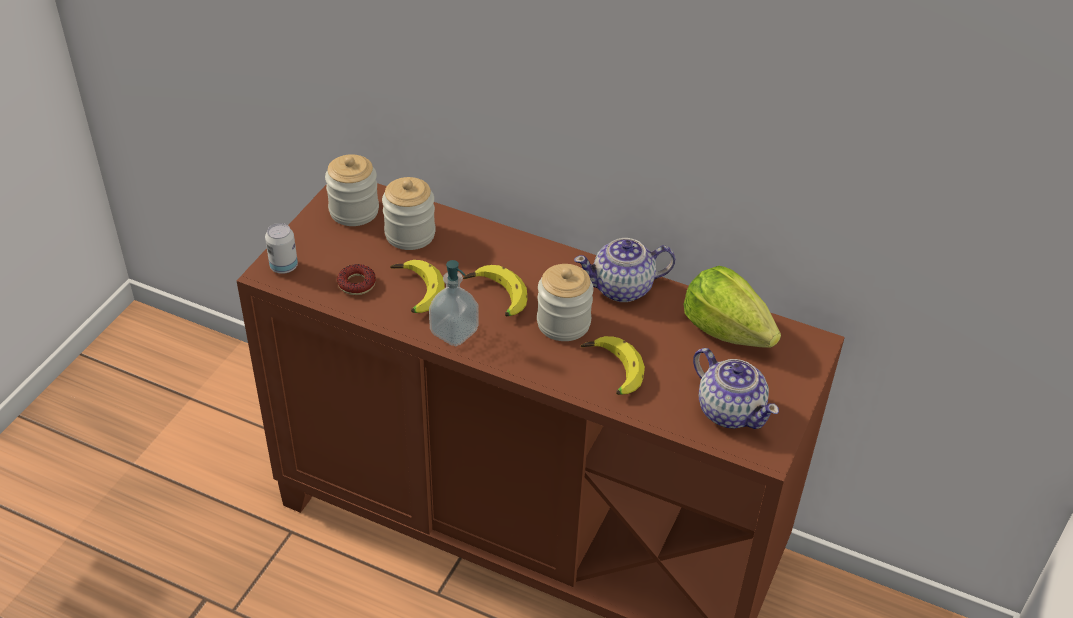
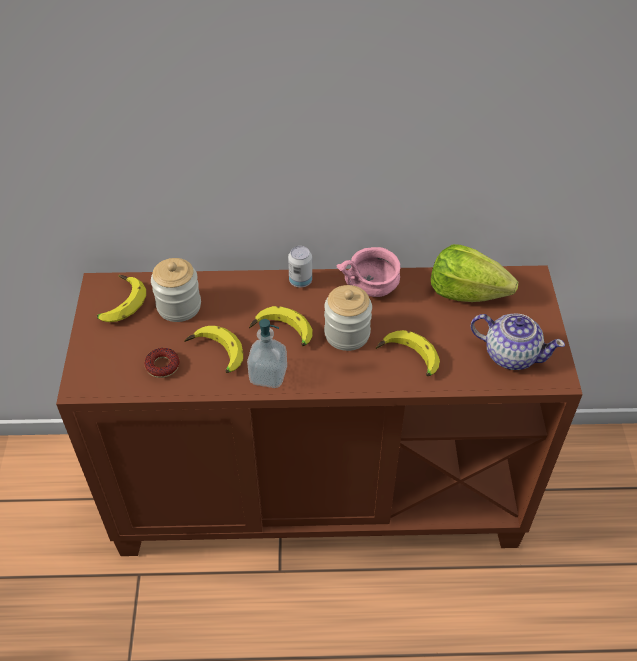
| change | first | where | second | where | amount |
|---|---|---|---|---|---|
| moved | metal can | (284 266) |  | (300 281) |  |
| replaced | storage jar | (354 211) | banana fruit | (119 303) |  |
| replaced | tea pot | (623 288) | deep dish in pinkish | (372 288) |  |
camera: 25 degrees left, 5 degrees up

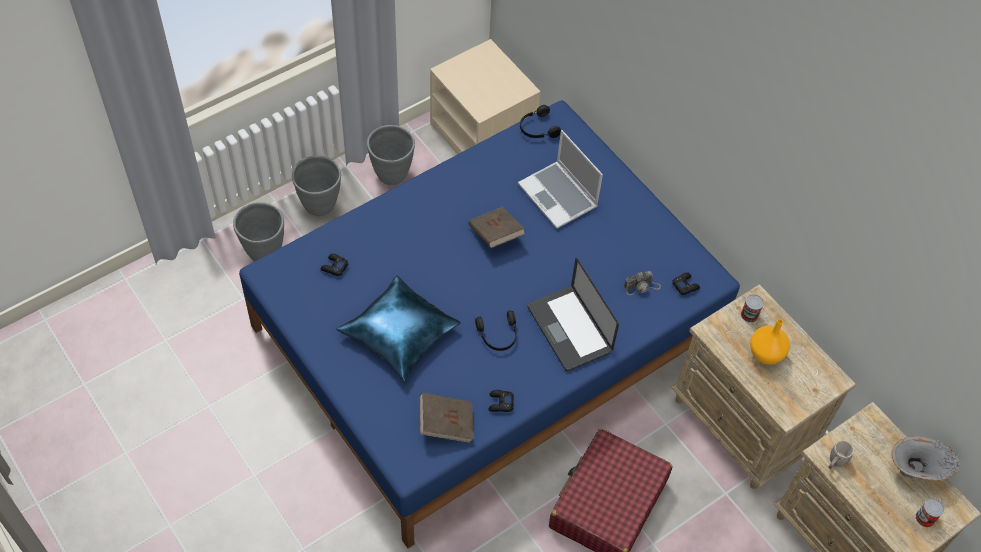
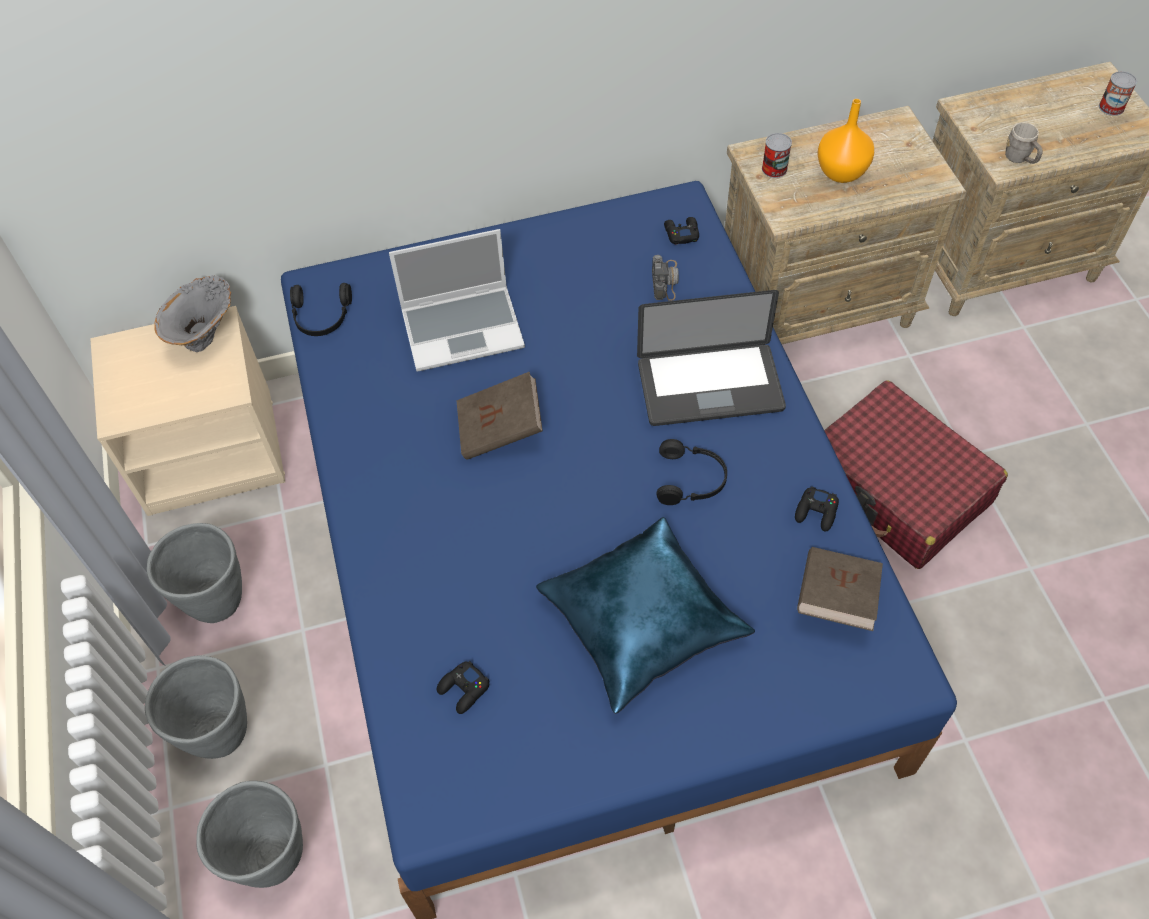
| change | first | where | second | where | amount |
|---|---|---|---|---|---|
| moved | flower vase in gray | (916 472) |  | (206 336) |  |
camera: 65 degrees left, 0 degrees up

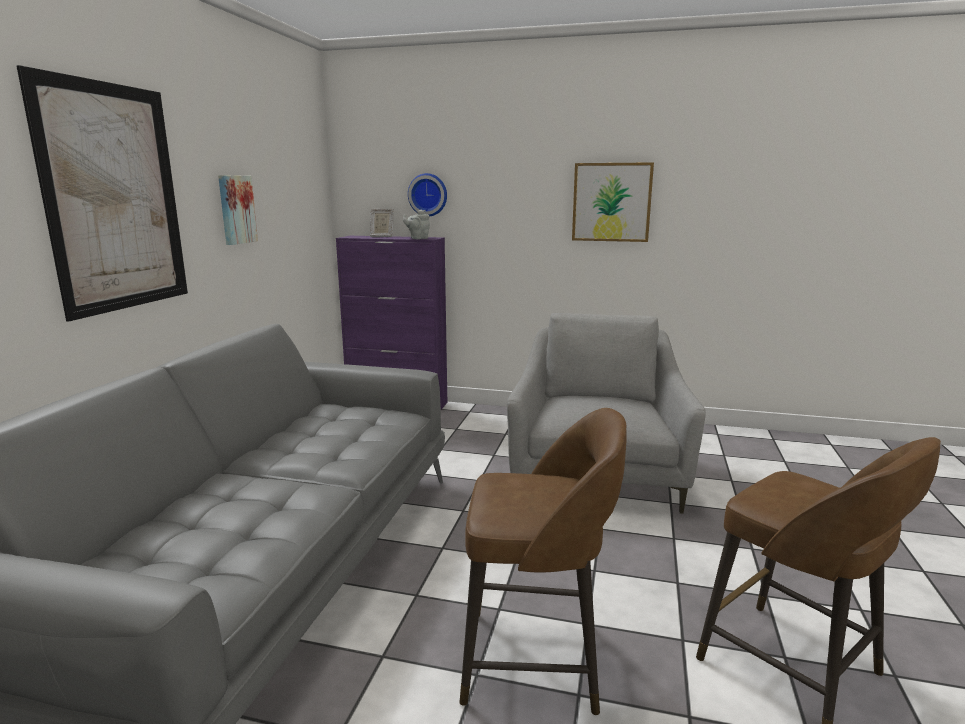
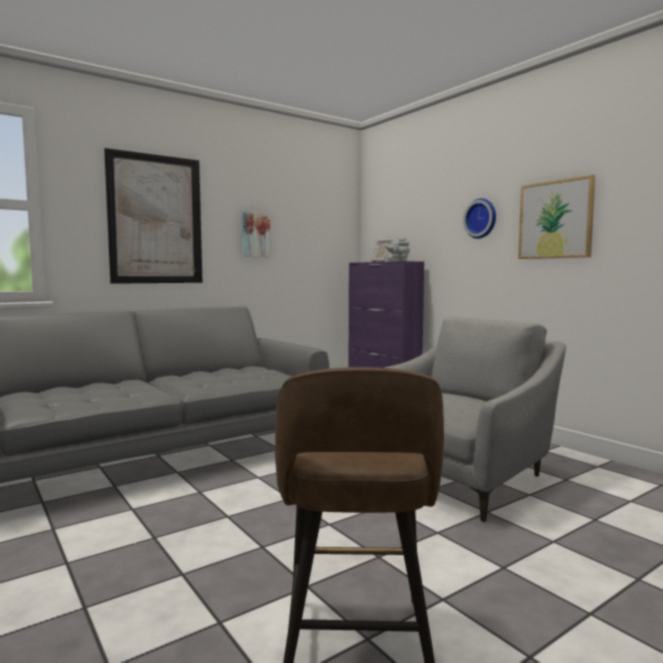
| change | first | where | second | where | amount |
|---|---|---|---|---|---|
| removed | sitting stool in brown-coloured | (536 660) |  |  |  |
| moved | clock on the wall | (428 195) |  | (481 218) |  |
camera: 40 degrees right, 10 degrees down

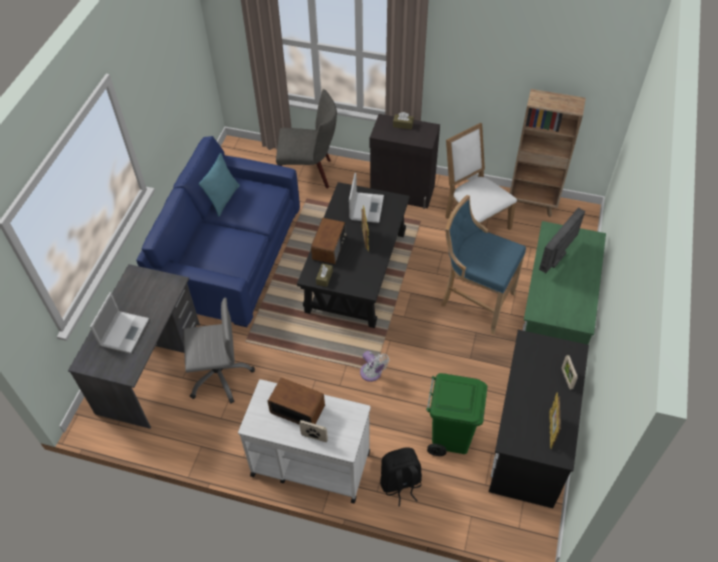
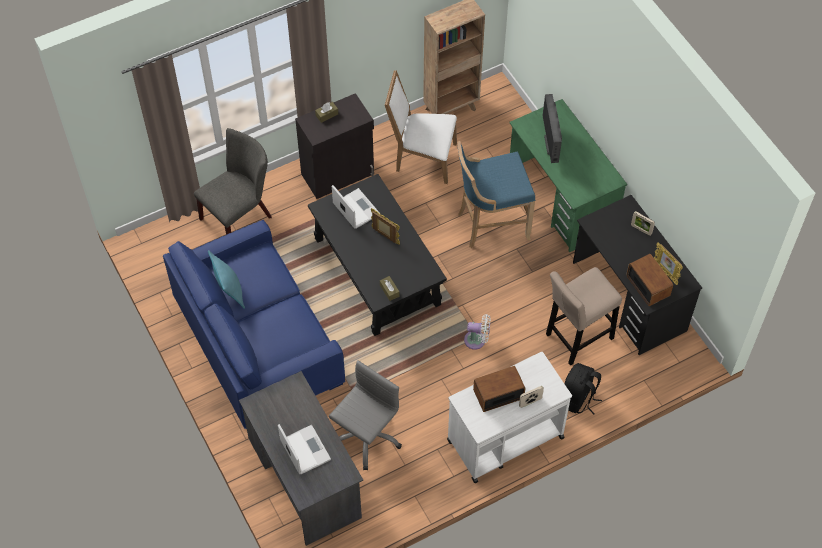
| change | first | where | second | where | amount |
|---|---|---|---|---|---|
| moved | radio | (329 248) |  | (648 285) |  |
| replaced | trash can in green | (450 435) | sitting stool in beige-coloured | (576 338) |  |
camera: 45 degrees left, 5 degrees up

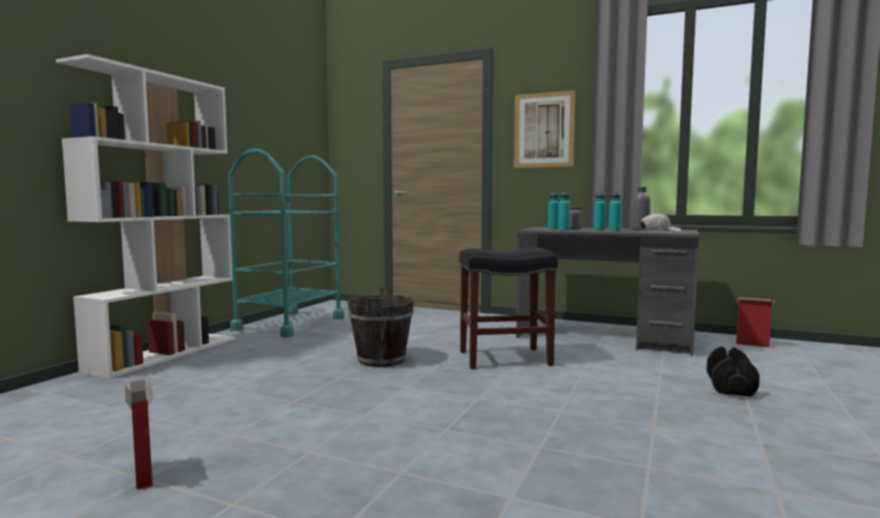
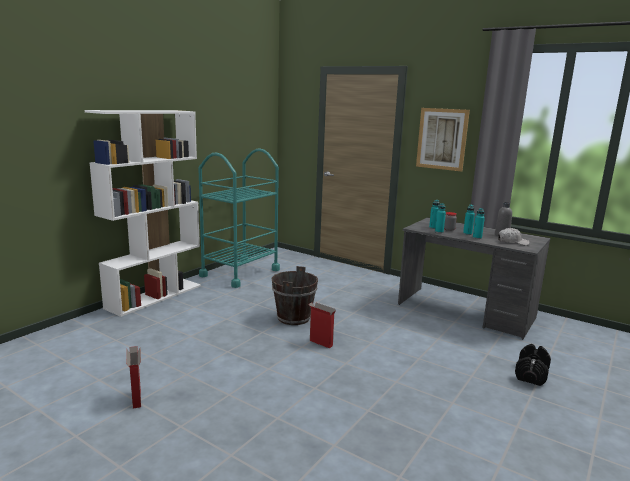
| change | first | where | second | where | amount |
|---|---|---|---|---|---|
| removed | sitting stool in black | (503 358) |  |  |  |
| moved | carton | (751 344) |  | (320 343) |  |
camera: 10 degrees right, 10 degrees up

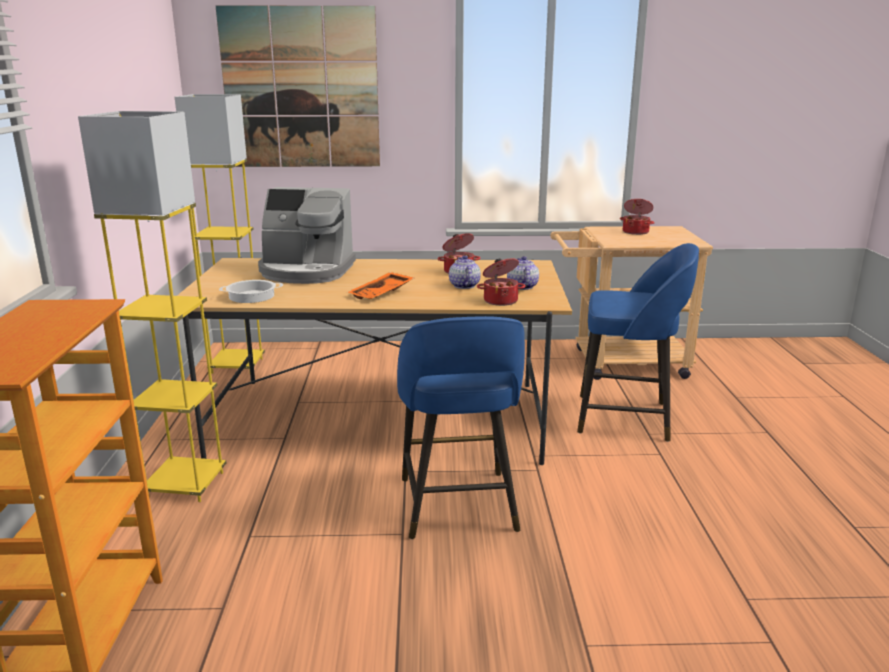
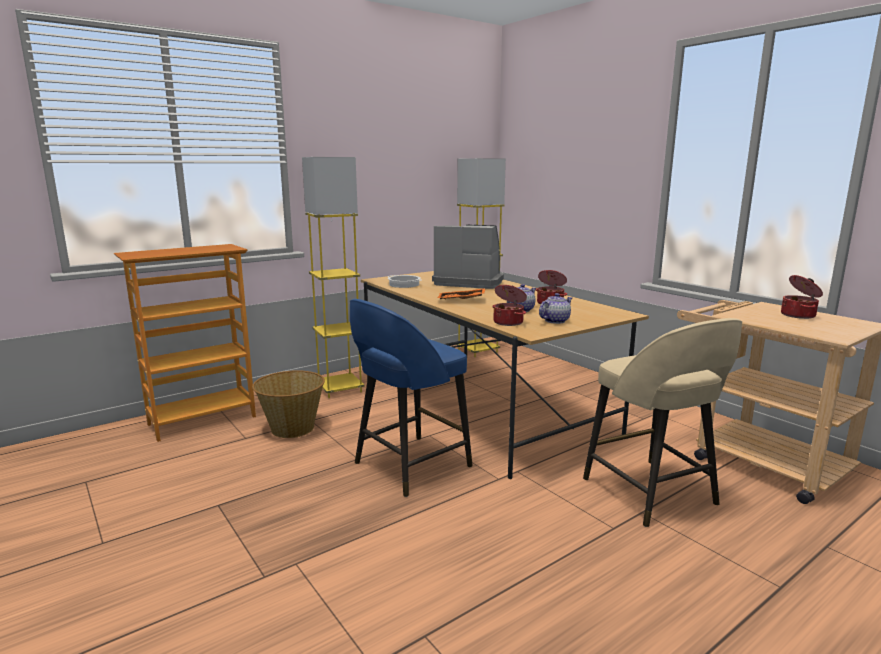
| change | first | where | second | where | amount |
|---|---|---|---|---|---|
| removed | wall art | (301 88) |  |  |  |
| added |  |  | household basket | (292 428) |  |
| recoloured | sitting stool in bluish | (626 418) | sitting stool in beige-coloured | (651 493) |  |
| turned | coffee maker | (306 271) |  | (469 282) | 135 degrees clockwise |
camera: 55 degrees right, 5 degrees down

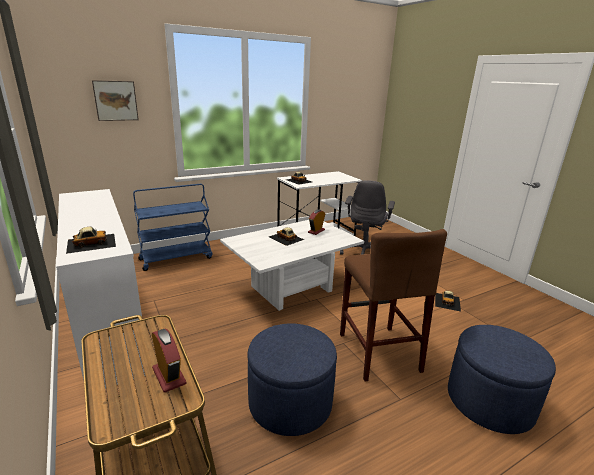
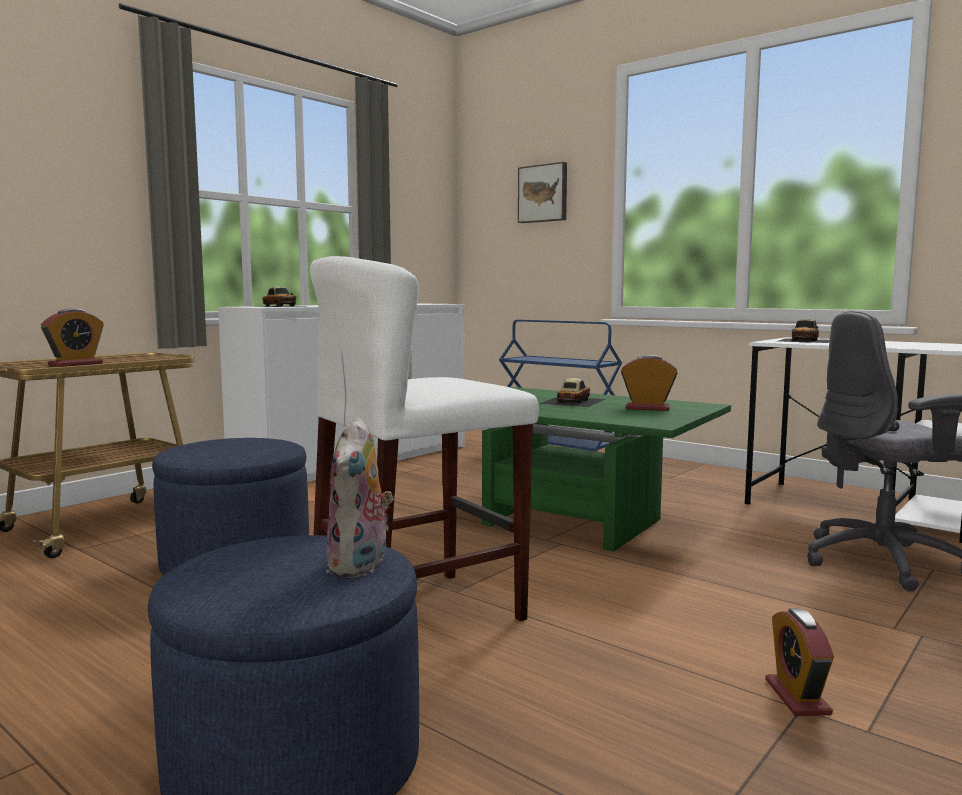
| change | first | where | second | where | amount |
|---|---|---|---|---|---|
| added |  |  | plush toy | (360 566) |  |
| replaced | model car | (447 301) | bedside clock | (797 697) |  |
| recoloured | coffee table in white-coloured | (291 288) | coffee table in green | (572 522) |  |
| recoloured | sitting stool in brown-coloured | (378 352) | sitting stool in white-coloured | (418 614) |  |
camera: 70 degrees right, 15 degrees down

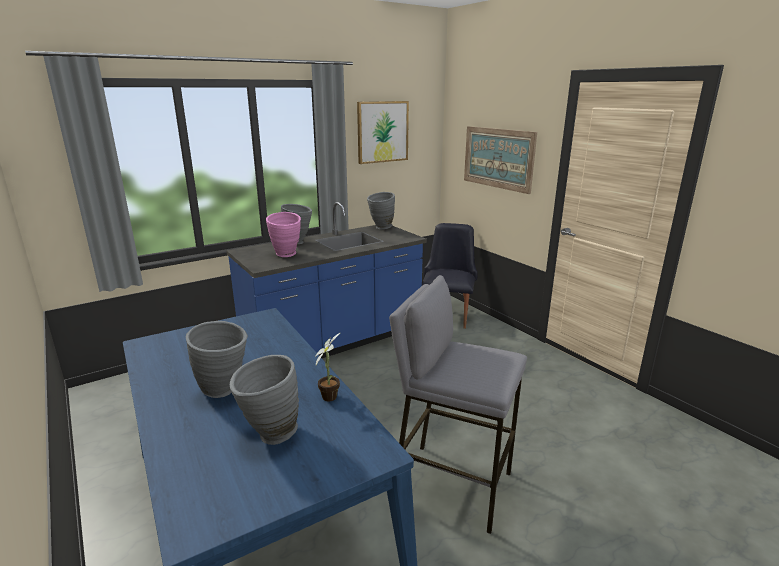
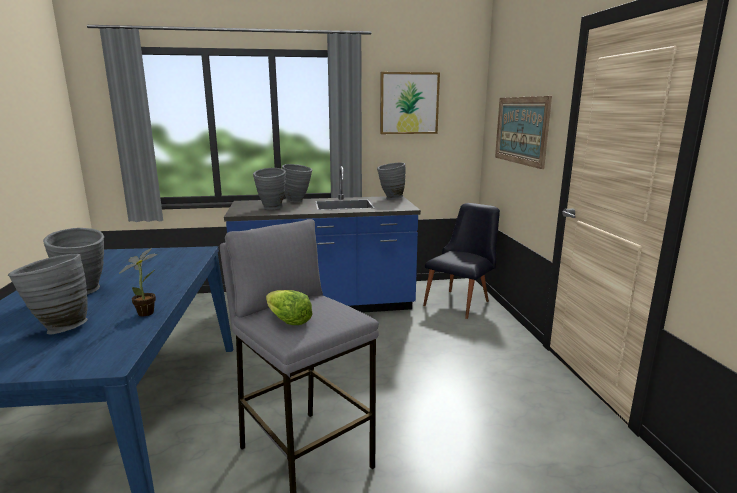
| change | first | where | second | where | amount |
|---|---|---|---|---|---|
| added |  |  | lettuce head | (287 320) |  |
| recoloured | flower vase in pinkish | (287 255) | flower vase in gray | (271 208) |  |
camera: 25 degrees right, 5 degrees down

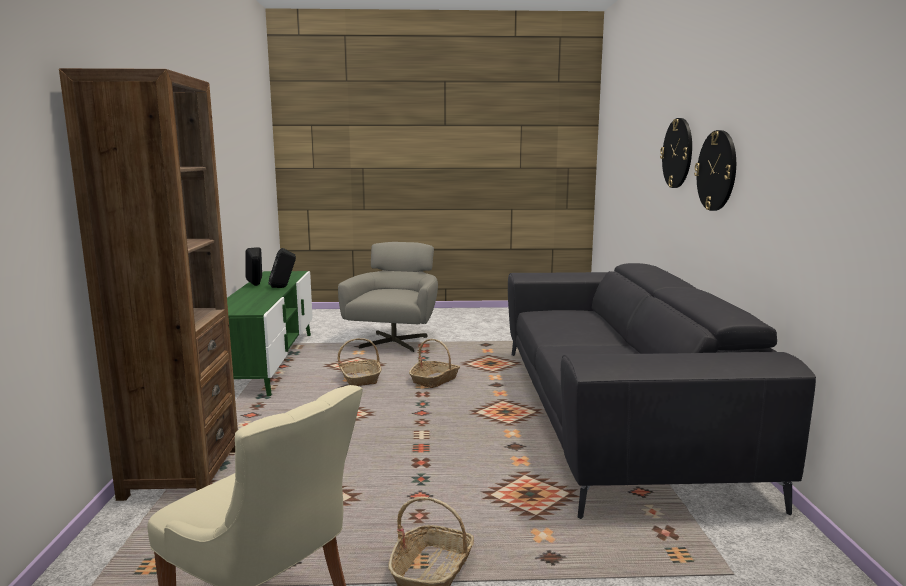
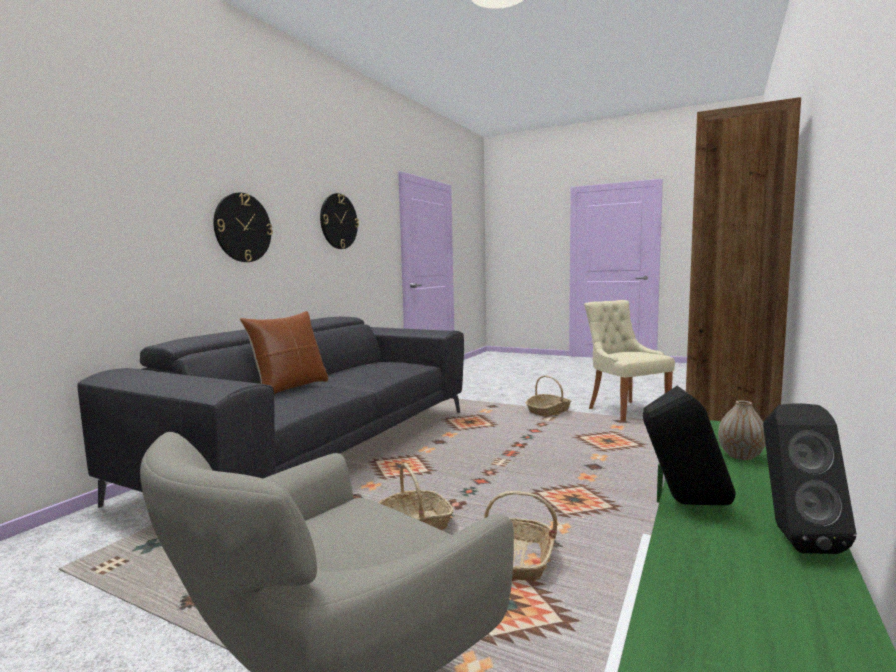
| change | first | where | second | where | amount |
|---|---|---|---|---|---|
| added |  |  | cushion in brown-coloured | (290 387) |  |
| added |  |  | flower vase | (740 456) |  |
| moved | clock on the wall | (677 153) |  | (338 221) |  |
camera: 150 degrees left, 5 degrees down

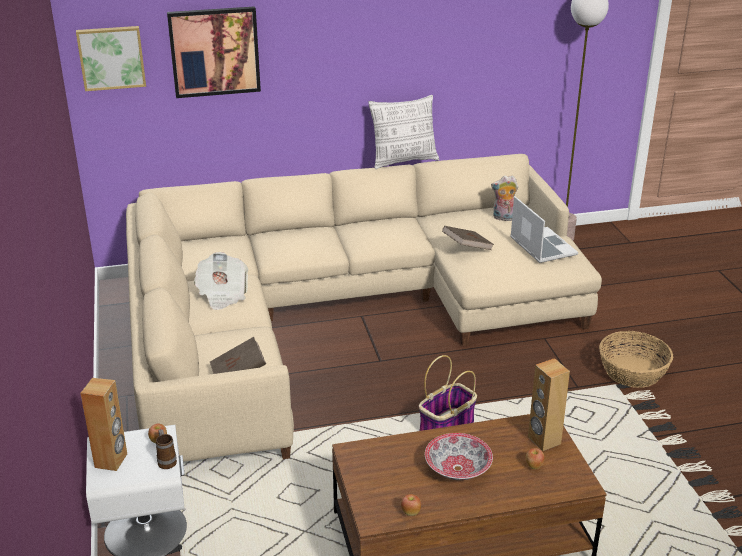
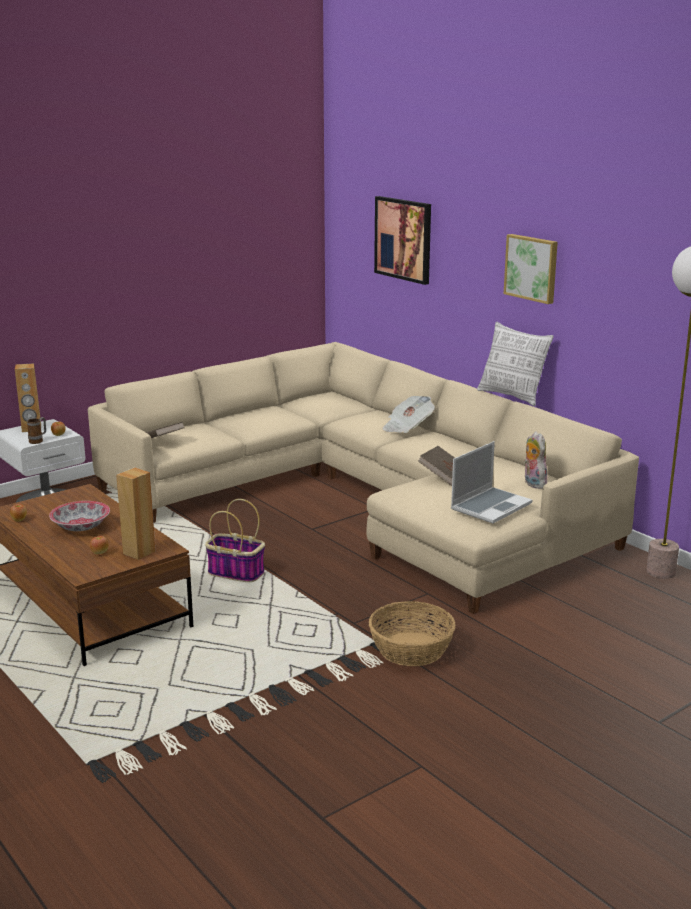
| change | first | where | second | where | amount |
|---|---|---|---|---|---|
| moved | wall art | (111 57) |  | (532 268) |  |
| moved | daily paper | (222 294) |  | (407 427) |  |
camera: 65 degrees right, 10 degrees down

